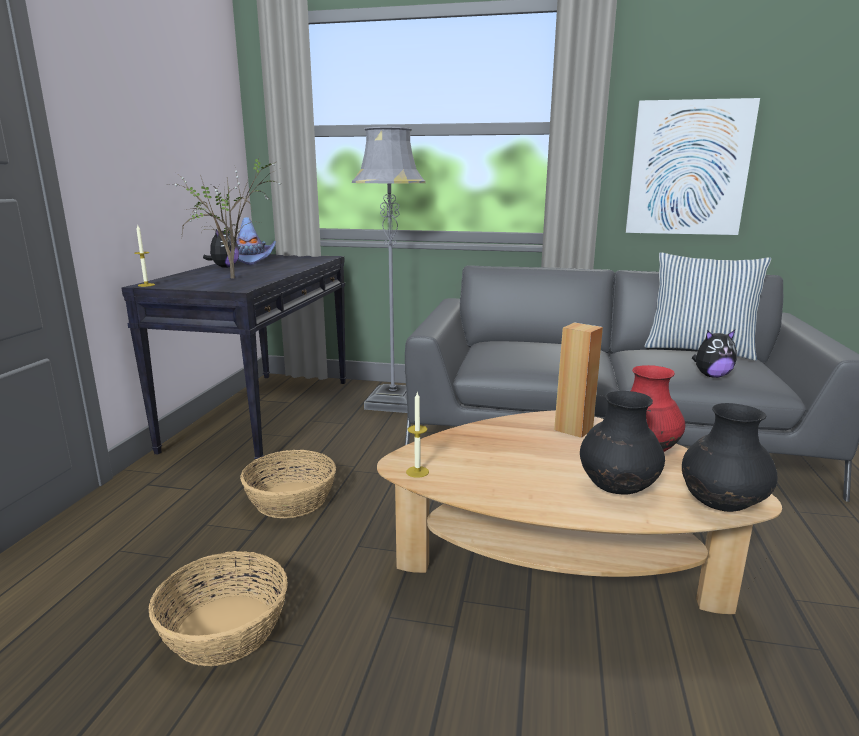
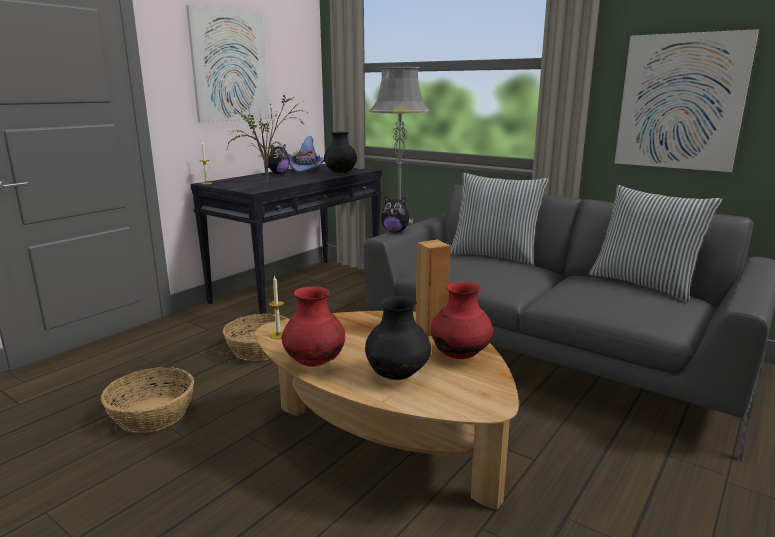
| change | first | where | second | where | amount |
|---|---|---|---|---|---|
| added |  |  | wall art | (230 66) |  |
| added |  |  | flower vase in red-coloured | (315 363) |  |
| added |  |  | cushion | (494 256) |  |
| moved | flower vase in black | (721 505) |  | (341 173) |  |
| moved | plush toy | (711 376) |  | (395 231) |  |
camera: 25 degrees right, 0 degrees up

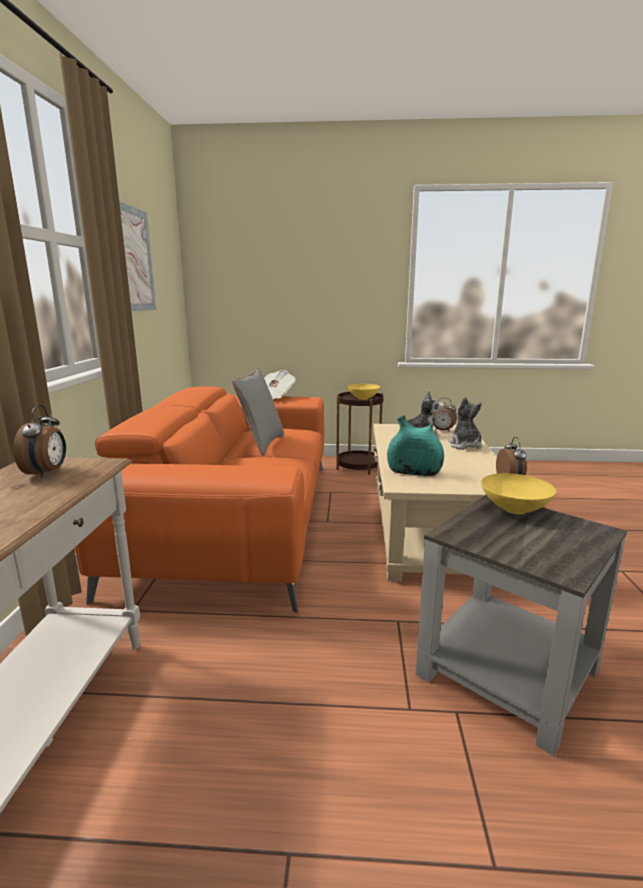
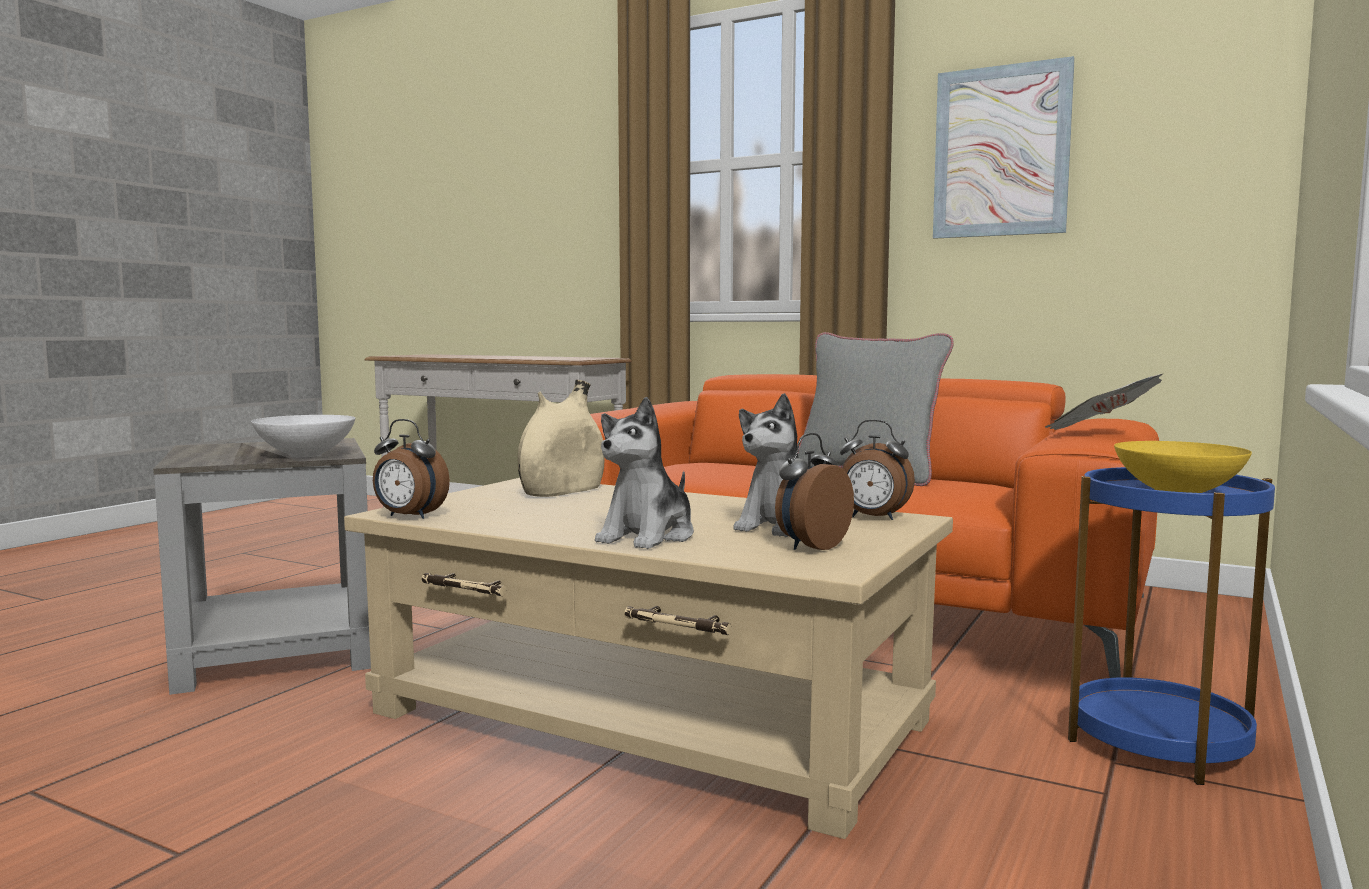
| change | first | where | second | where | amount |
|---|---|---|---|---|---|
| moved | bedside clock | (47 473) |  | (873 518) |  |
| recoloured | side table in brown-coloured | (358 466) | side table in bluish | (1158 743) |  |
| recoloured | flower vase in turquoise | (414 472) | flower vase in beige-coloured | (562 491) |  |
| recoloured | deep dish in yellowish | (514 510) | deep dish in white-coloured | (305 455) |  |
| turned | plush toy | (465 446) |  | (648 537) | 105 degrees clockwise |
camera: 115 degrees right, 10 degrees down

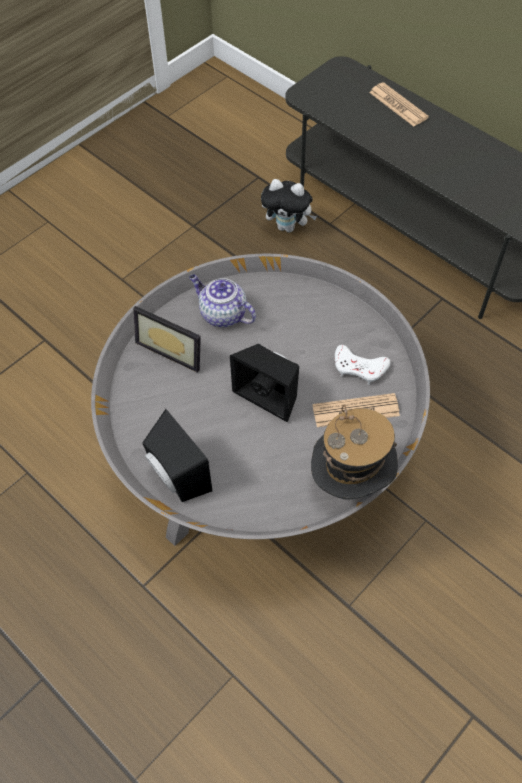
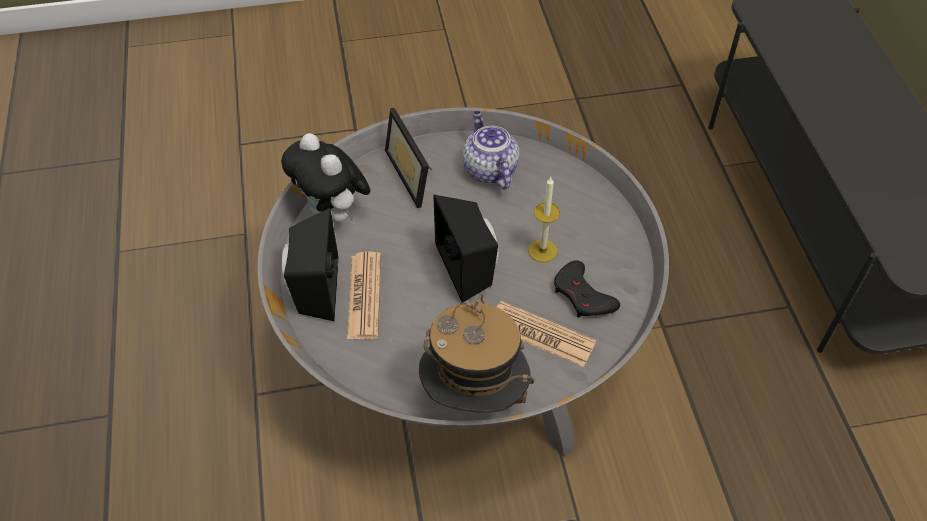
| change | first | where | second | where | amount |
|---|---|---|---|---|---|
| added |  |  | wax candle | (542 250) |  |
| moved | plush toy | (288 227) |  | (333 213) |  |
| moved | daily paper | (398 105) |  | (364 296) |  |
| recoloured | joypad in white-coloured | (359 367) | joypad in black | (583 295) |  |
camera: 35 degrees right, 5 degrees down

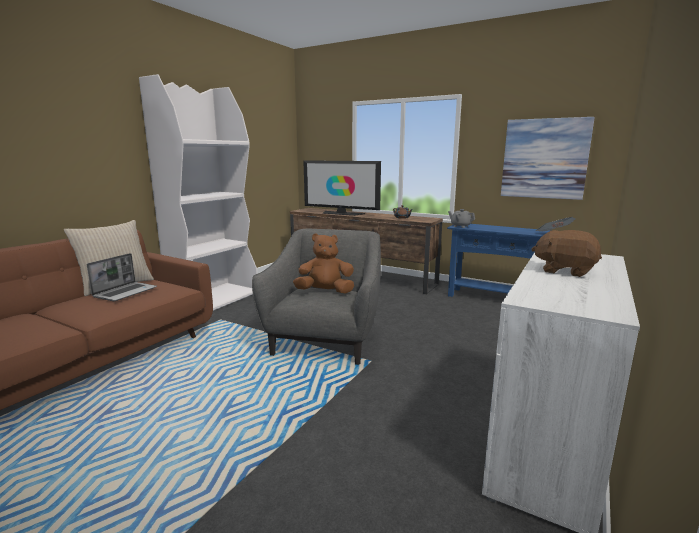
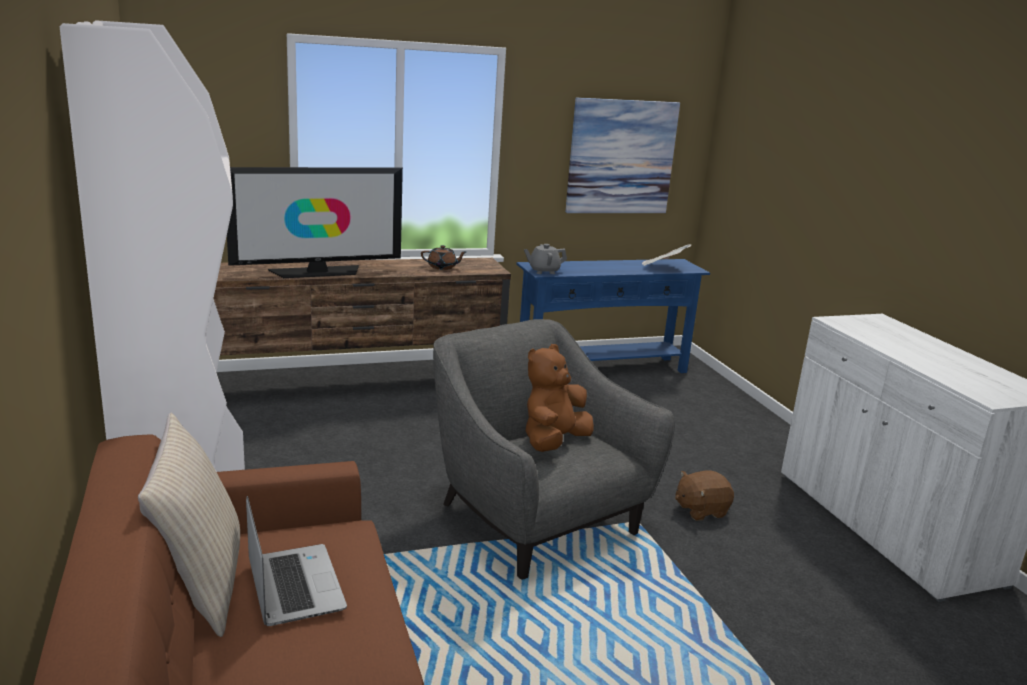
| change | first | where | second | where | amount |
|---|---|---|---|---|---|
| moved | plush toy in brown-coloured | (564 271) |  | (700 510) |  |
camera: 50 degrees left, 5 degrees up

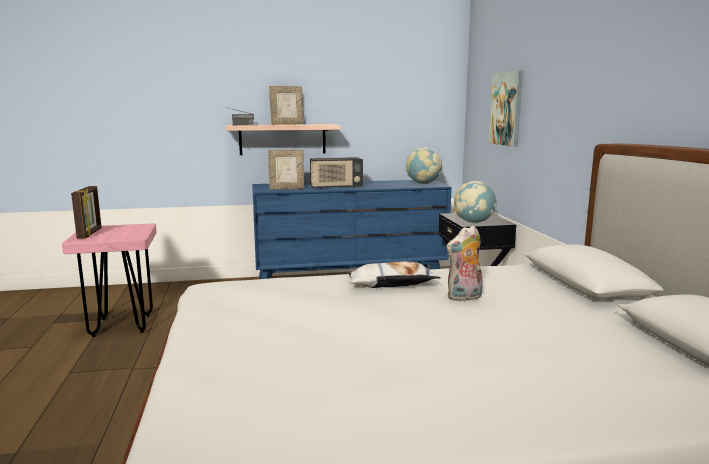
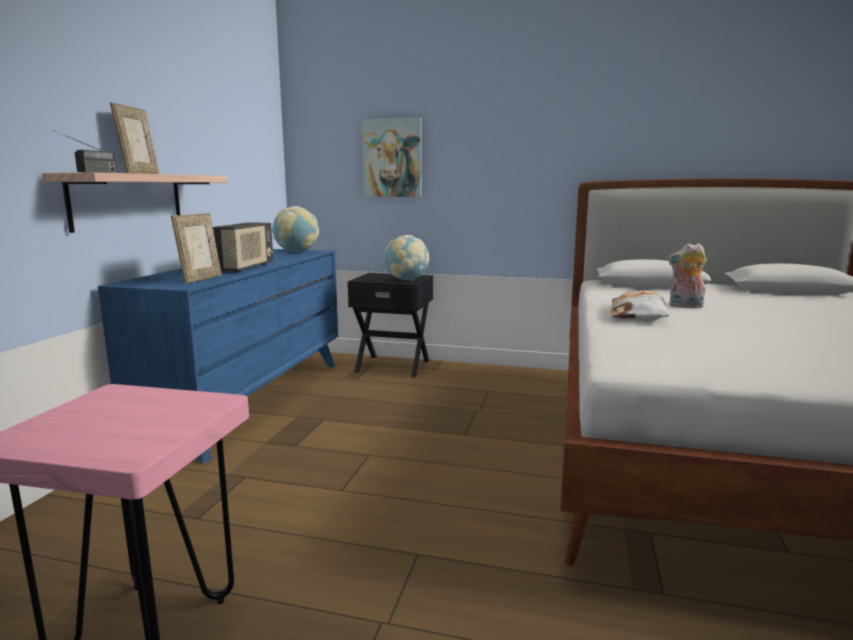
| change | first | where | second | where | amount |
|---|---|---|---|---|---|
| removed | photo frame | (90 234) |  |  |  |
| turned | plush toy | (464 298) |  | (685 306) | 105 degrees clockwise |
camera: 65 degrees left, 0 degrees up

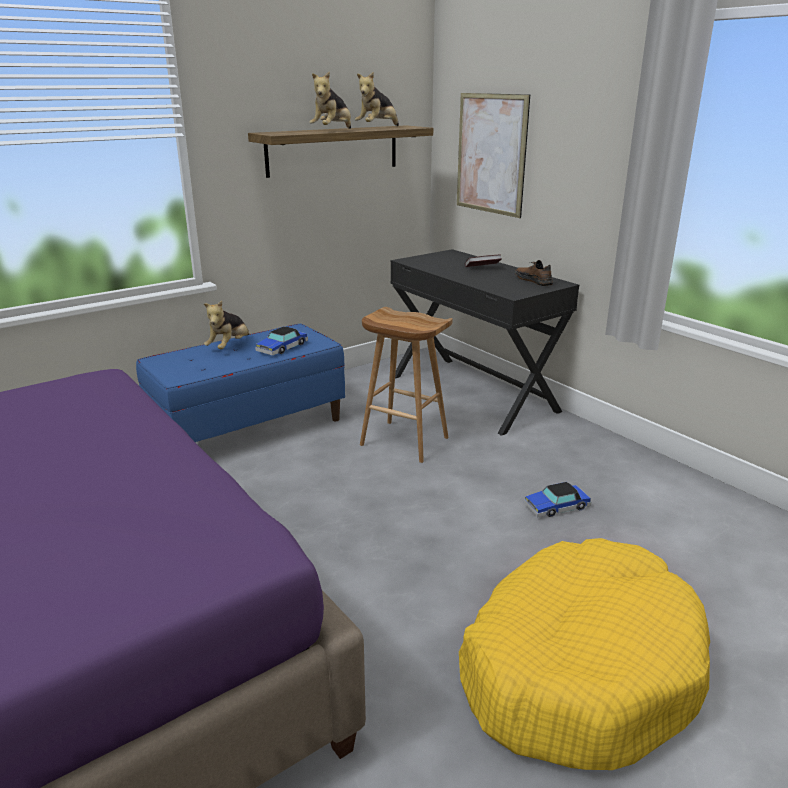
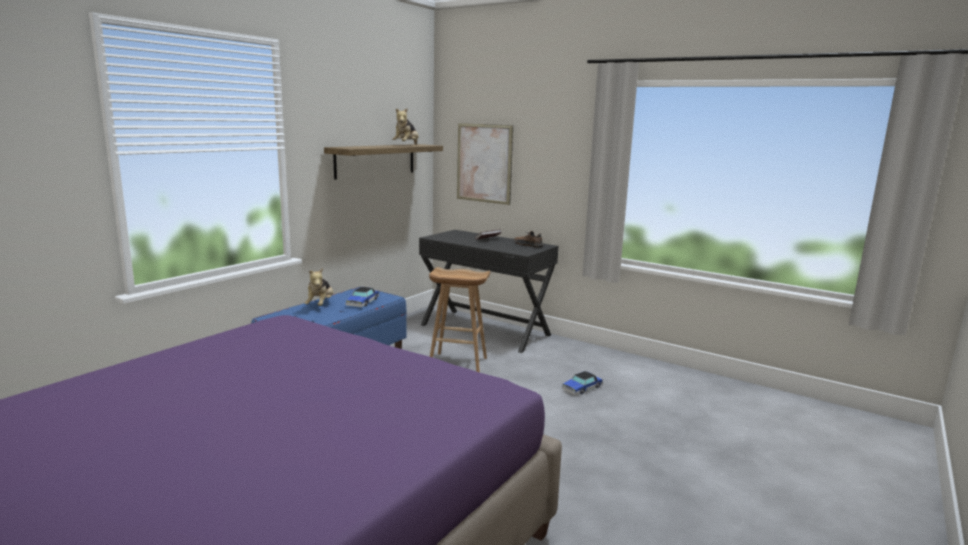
| change | first | where | second | where | amount |
|---|---|---|---|---|---|
| removed | plush toy | (332 131) |  |  |  |
| removed | pet bed in yellowish | (578 668) |  |  |  |
camera: 20 degrees left, 10 degrees down

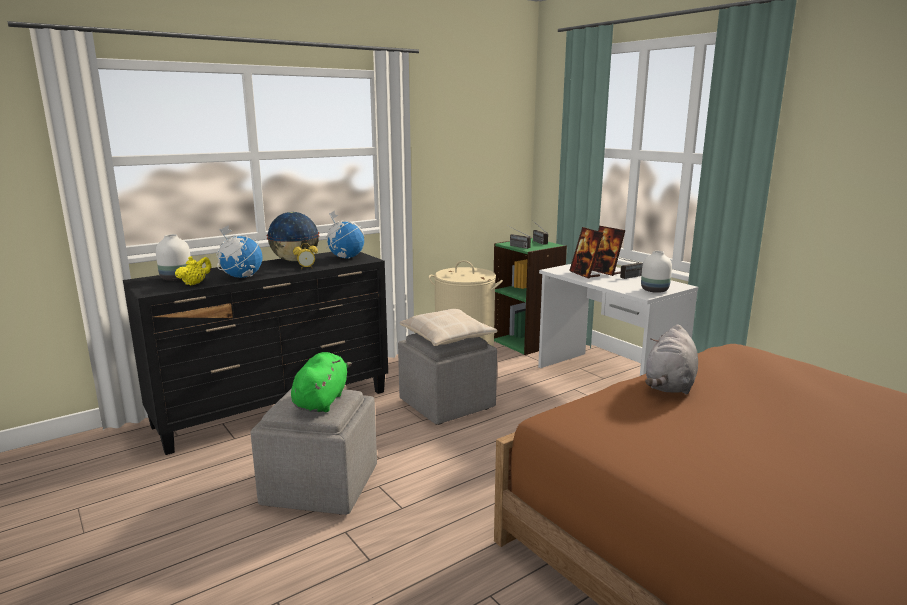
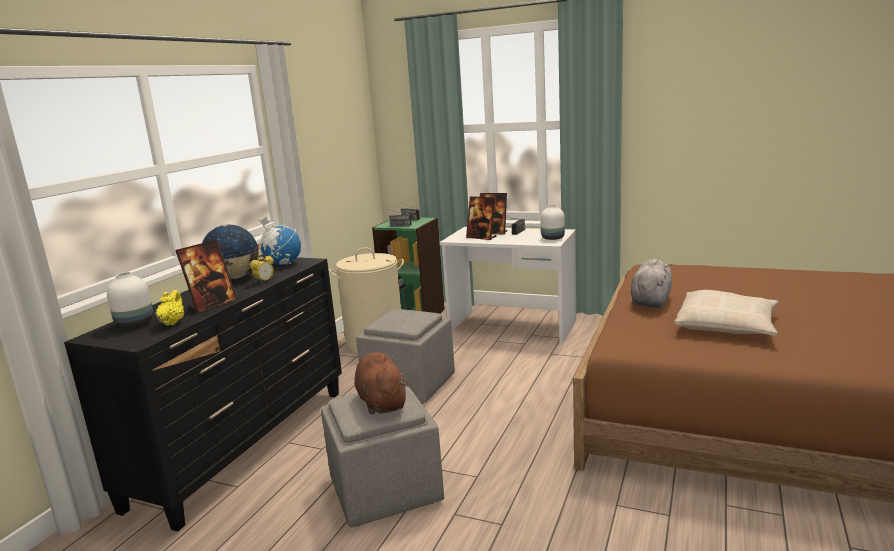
| change | first | where | second | where | amount |
|---|---|---|---|---|---|
| moved | cushion in beige-coloured | (447 337) |  | (726 325) |  |
| replaced | world globe | (241 277) | photo frame | (212 305) |  |
| recoloured | plush toy in green | (321 401) | plush toy in brown-coloured | (381 401) |  |
| turned | plush toy in gray | (669 385) |  | (651 301) | 150 degrees counterclockwise |
camera: 30 degrees left, 0 degrees up

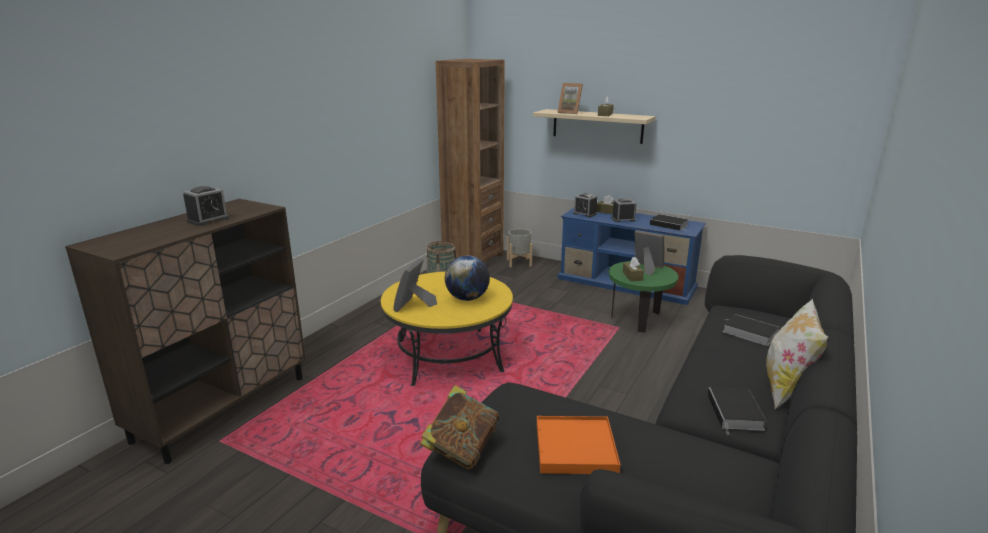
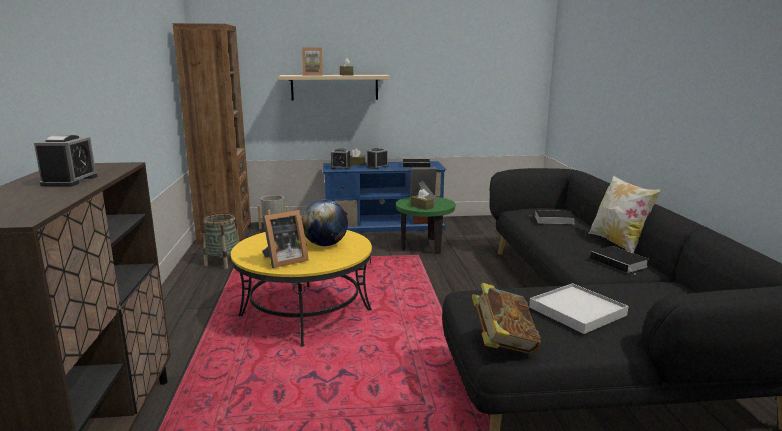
| change | first | where | second | where | amount |
|---|---|---|---|---|---|
| recoloured | carrying tray in orangey | (575 448) | carrying tray in white-coloured | (577 311) |  |
| turned | photo frame | (414 306) |  | (283 261) | 105 degrees counterclockwise |
camera: 35 degrees left, 5 degrees down

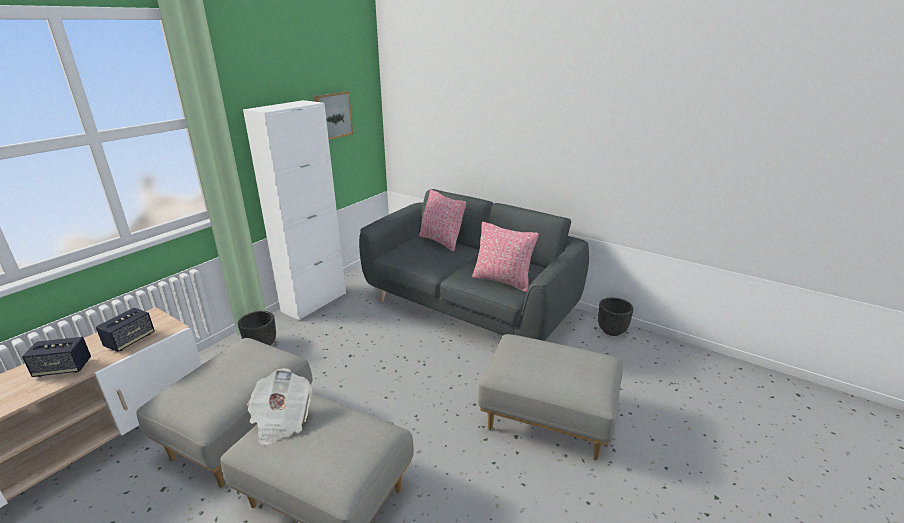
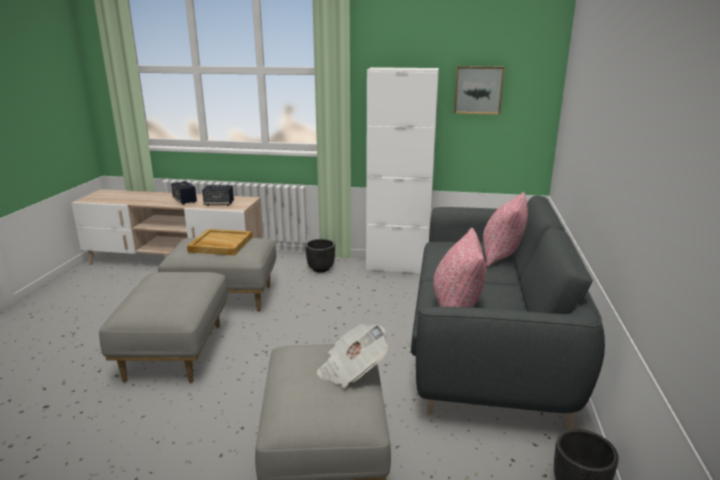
| change | first | where | second | where | amount |
|---|---|---|---|---|---|
| added |  |  | carrying tray in beige-coloured | (220 244) |  |
| moved | daily paper | (281 419) |  | (352 370) |  |
camera: 65 degrees right, 5 degrees down

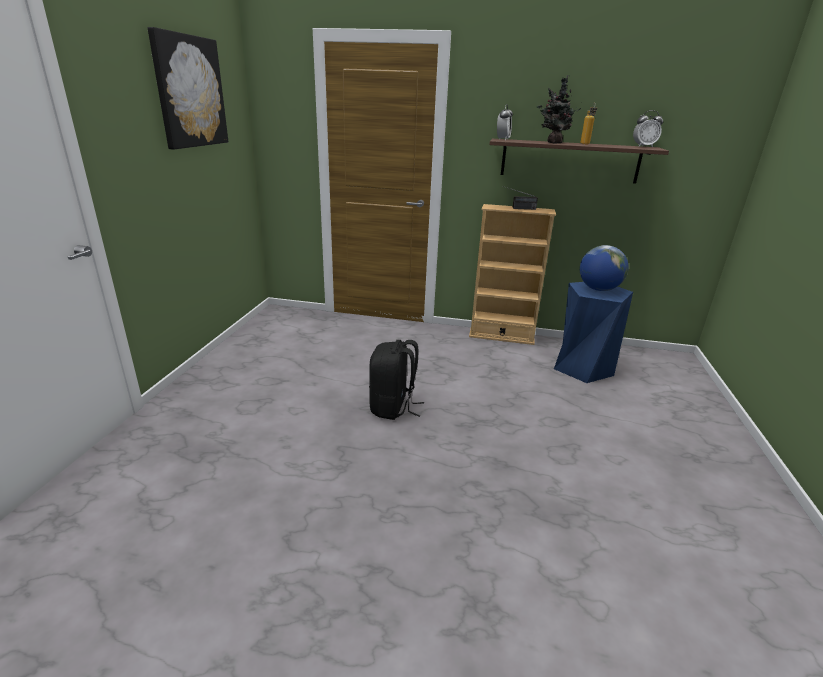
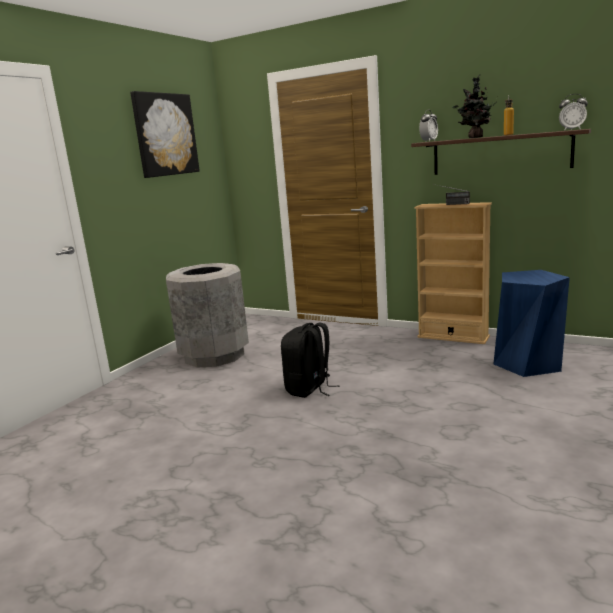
| change | first | where | second | where | amount |
|---|---|---|---|---|---|
| removed | world globe | (598 289) |  |  |  |
| added |  |  | trash can in gray | (214 355) |  |
camera: 20 degrees right, 10 degrees down

